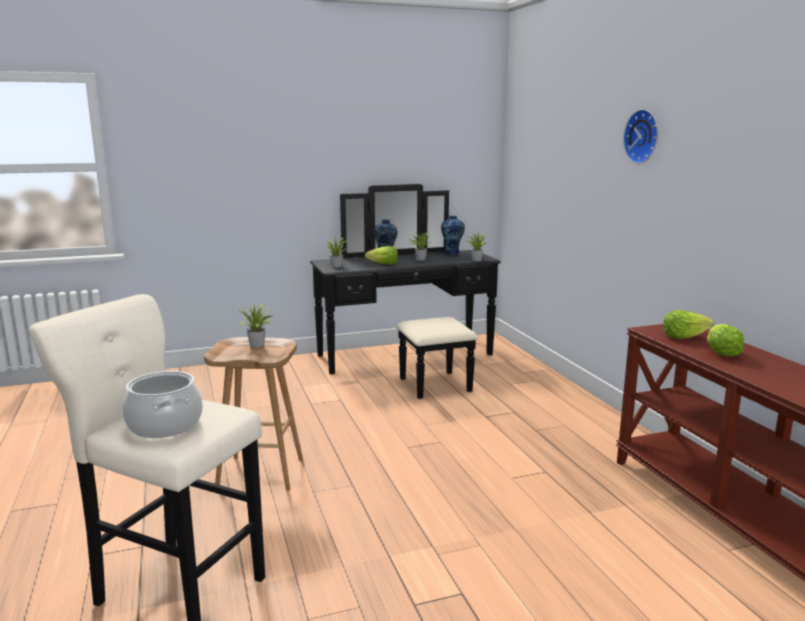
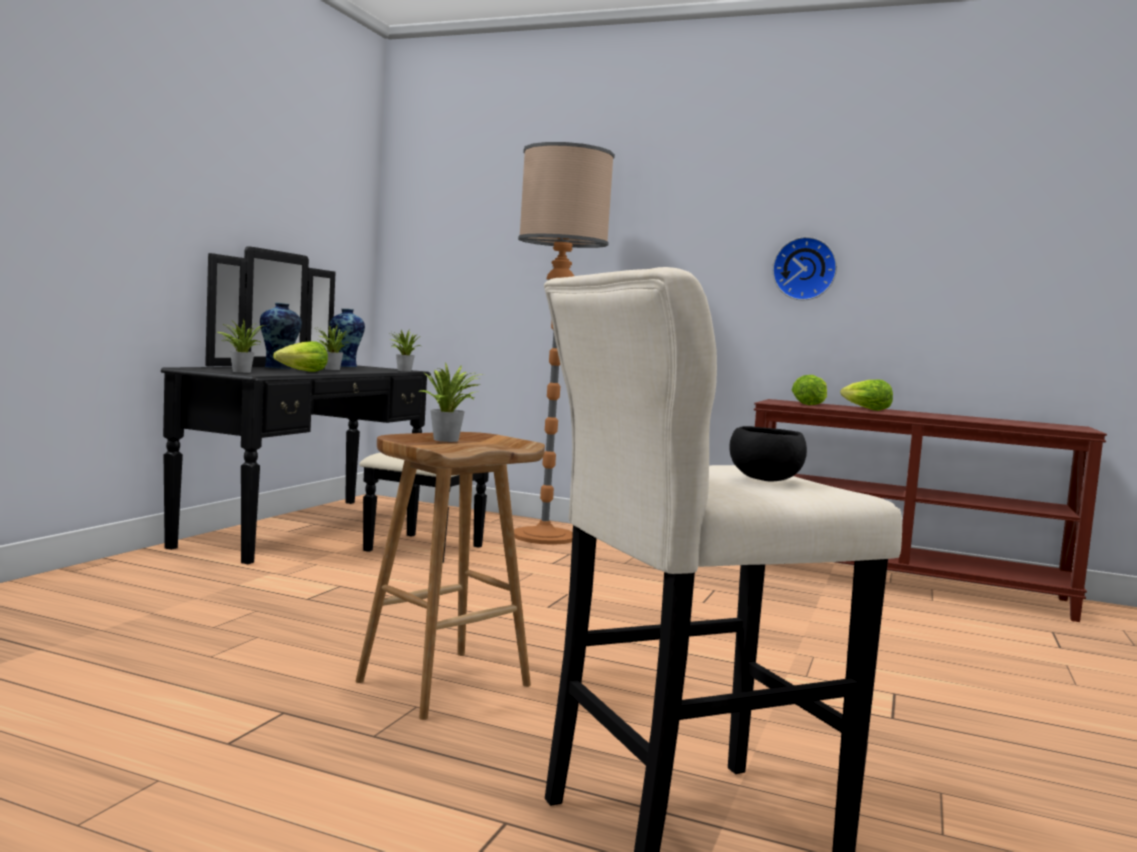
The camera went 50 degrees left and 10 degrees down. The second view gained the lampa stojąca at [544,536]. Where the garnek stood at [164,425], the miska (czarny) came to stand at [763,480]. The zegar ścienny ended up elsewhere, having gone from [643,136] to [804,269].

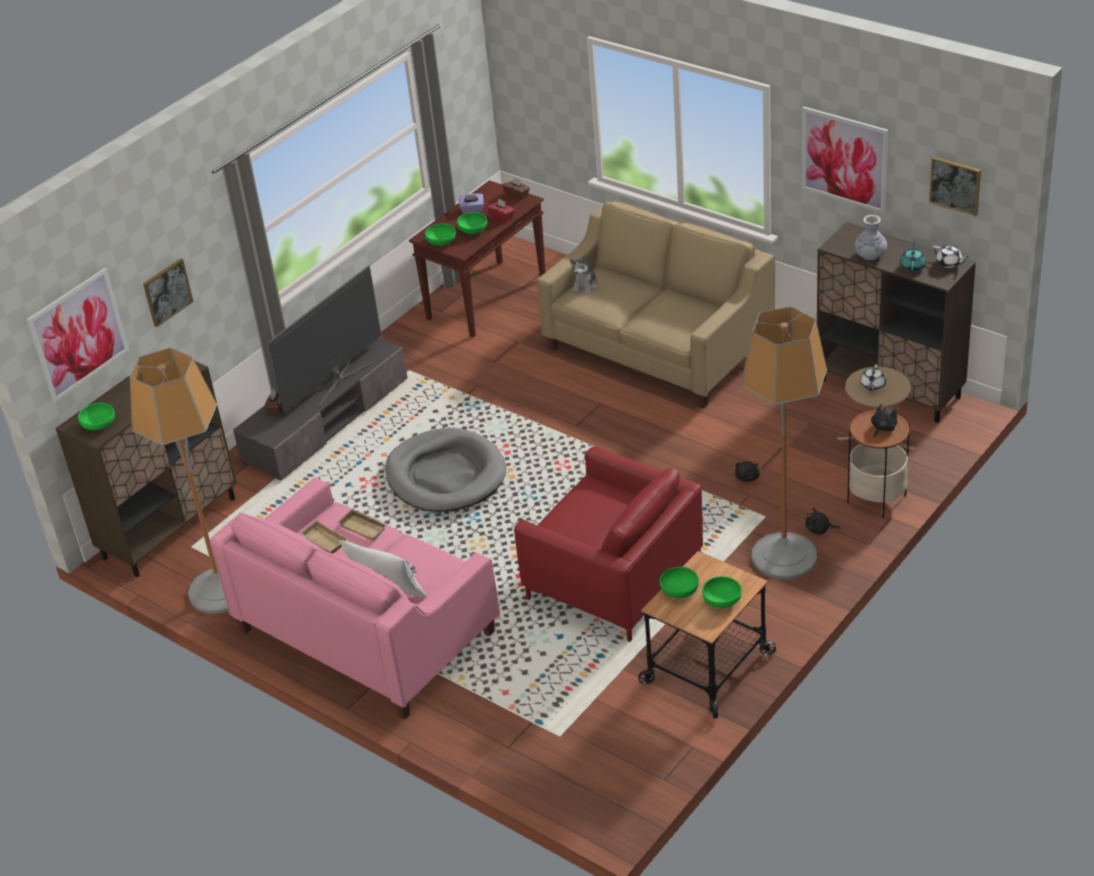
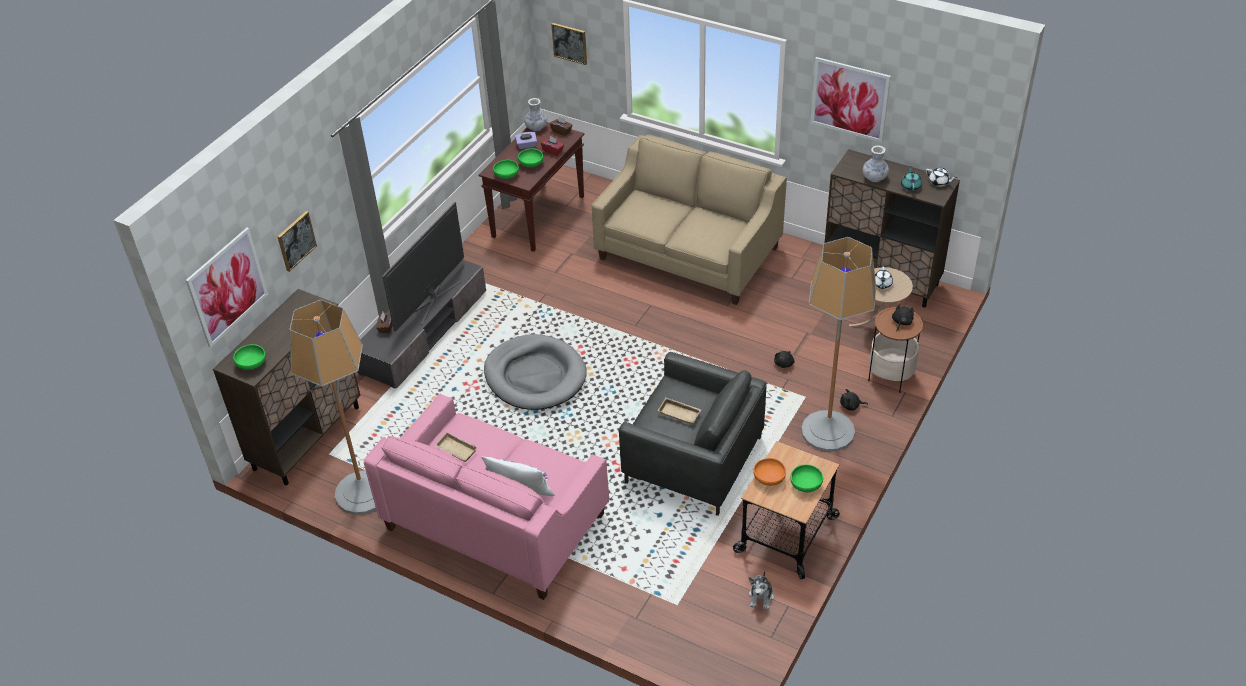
The camera went 10 degrees left and 5 degrees up. The second view gained the wazon at [536,127]. The obraz ended up elsewhere, having gone from [955,185] to [570,43]. What was the fotel (czerwony) at [614,579] turned into the fotel (szary) at [693,460]. The taca (beżowy) ended up elsewhere, having gone from [364,527] to [680,413]. The pluszak ended up elsewhere, having gone from [585,286] to [761,596]. What was the miska (zielony) at [679,591] turned into the miska (pomarańczowy) at [769,478].

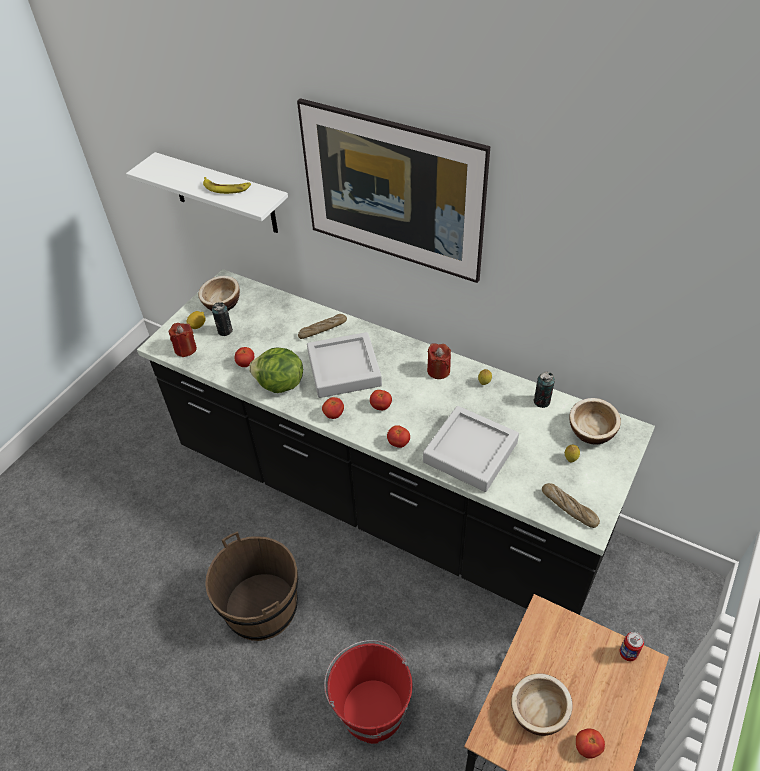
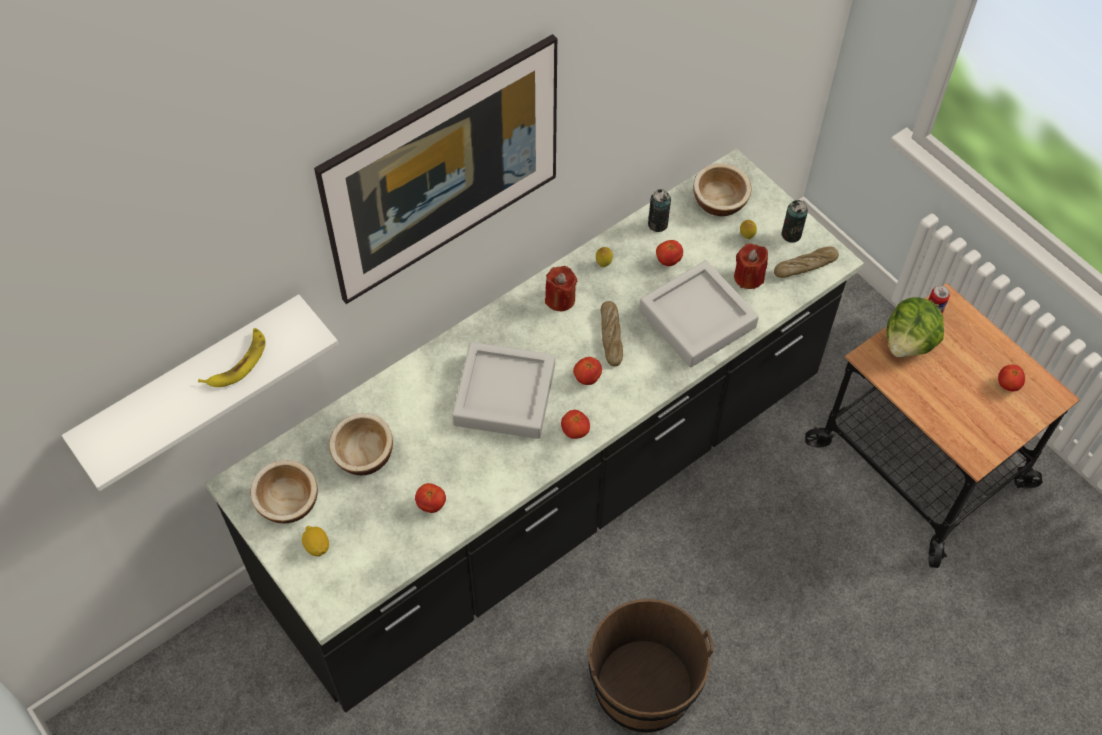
The camera went 70 degrees left and 10 degrees up. The miska ended up elsewhere, having gone from [539,712] to [364,455]. The chleb ended up elsewhere, having gone from [322,330] to [611,336]. The pomidor ended up elsewhere, having gone from [398,443] to [668,260]. The świeca (czerwony) ended up elsewhere, having gone from [185,349] to [748,277]. The puszka ended up elsewhere, having gone from [225,331] to [791,234]. The sałata ended up elsewhere, having gone from [280,385] to [909,343]. The second view lost the wiadro (czerwony) at [371,708].

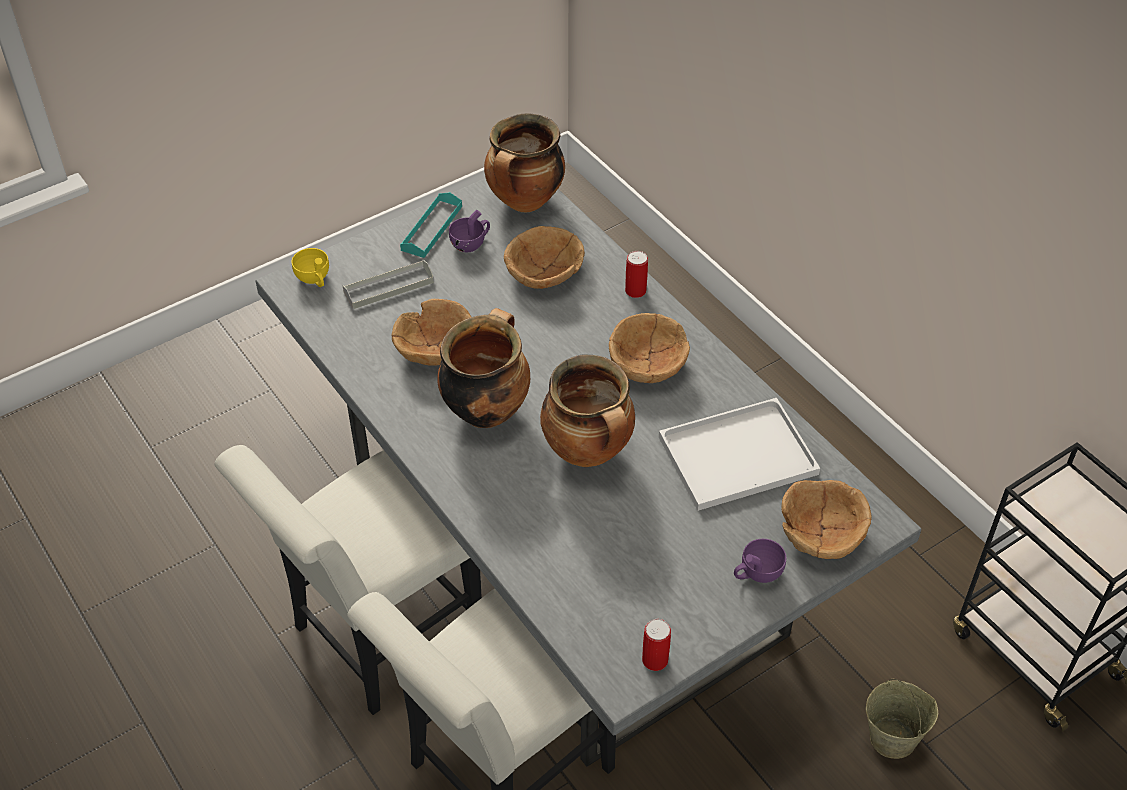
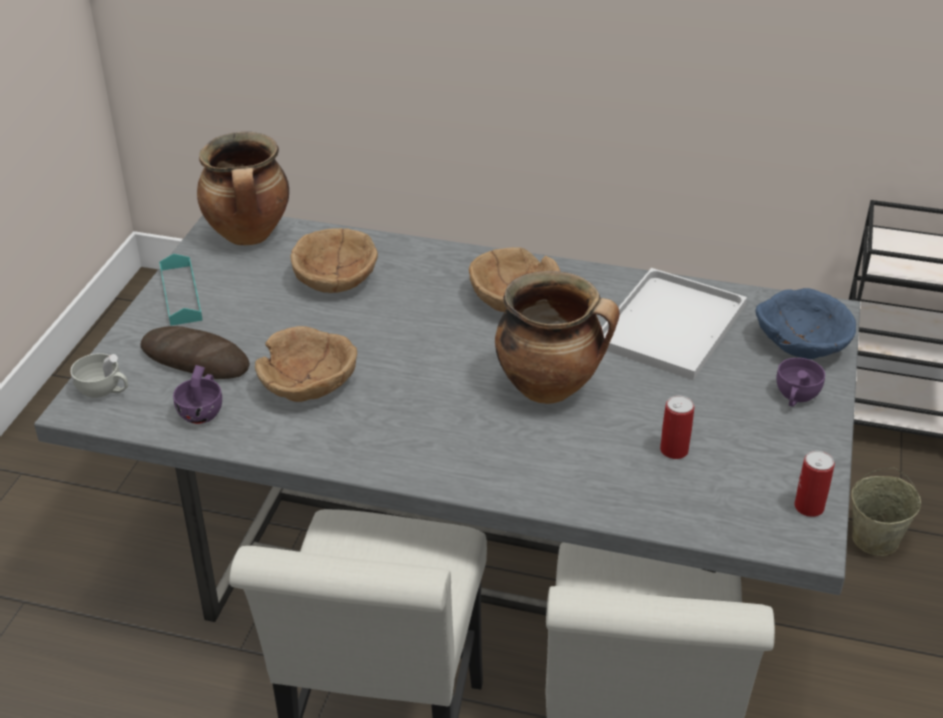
The camera went 40 degrees left and 10 degrees down. What was the filiżanka (żółty) at [314,279] turned into the filiżanka (biały) at [104,390]. Where the taca (szary) stood at [388,287], the chleb came to stand at [195,359]. The filiżanka (fioletowy) ended up elsewhere, having gone from [471,243] to [203,411]. The puszka ended up elsewhere, having gone from [635,291] to [674,450]. What was the miska (brązowy) at [822,532] turned into the miska (niebieski) at [801,342]. The second view lost the garnek at [486,409].

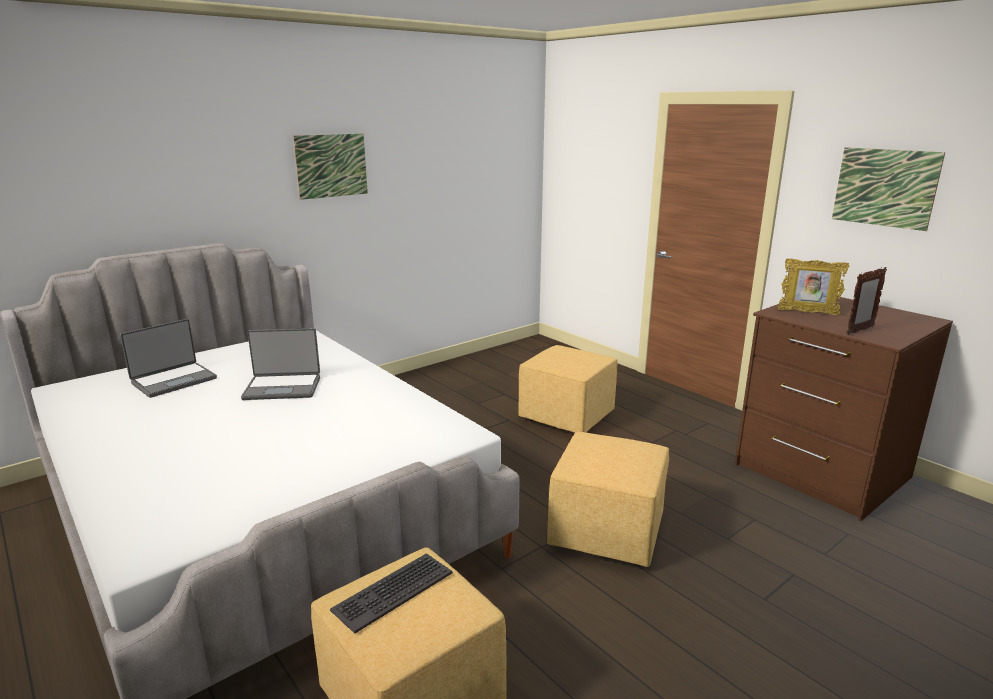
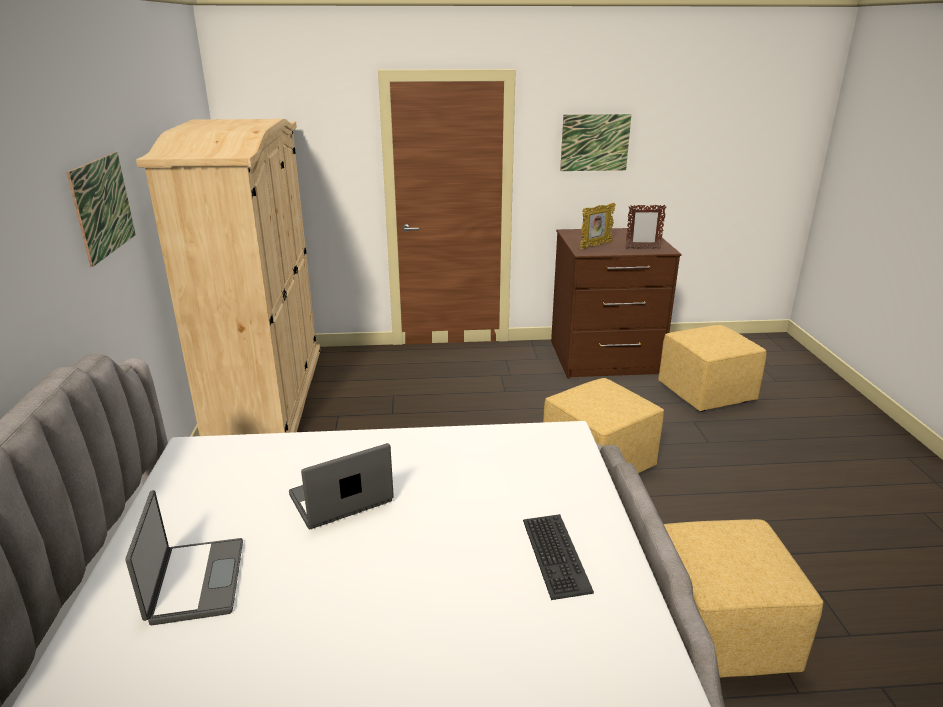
The camera went 55 degrees left and 5 degrees up. The second view gained the szafa (beżowy) at [267,396]. The laptop at [283,387] ended up facing another way, 150 degrees counterclockwise from before. The klawiatura ended up elsewhere, having gone from [393,591] to [554,555]. The ramka na zdjęcie at [859,331] ended up facing another way, 90 degrees clockwise from before. The pufa (żółty) ended up elsewhere, having gone from [567,417] to [705,393].

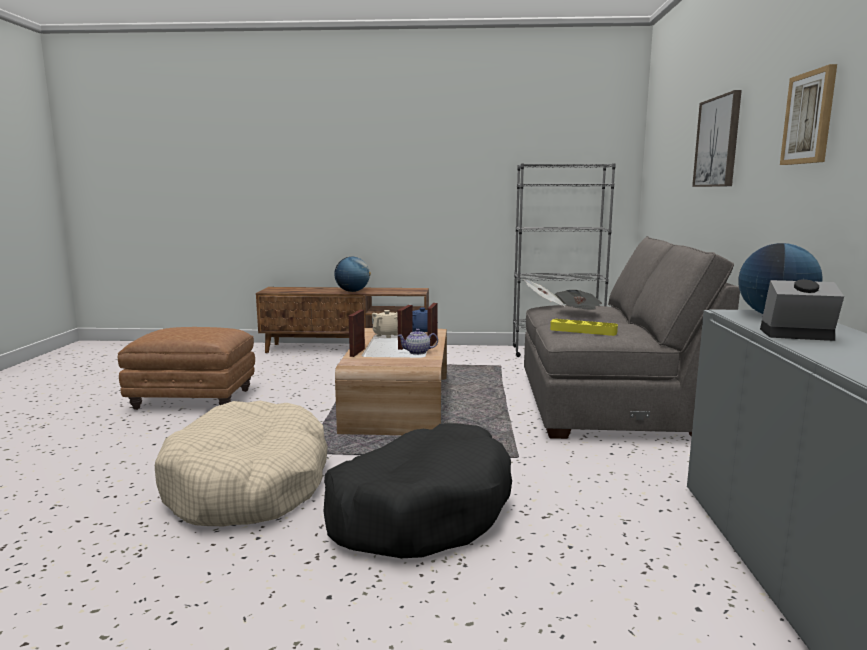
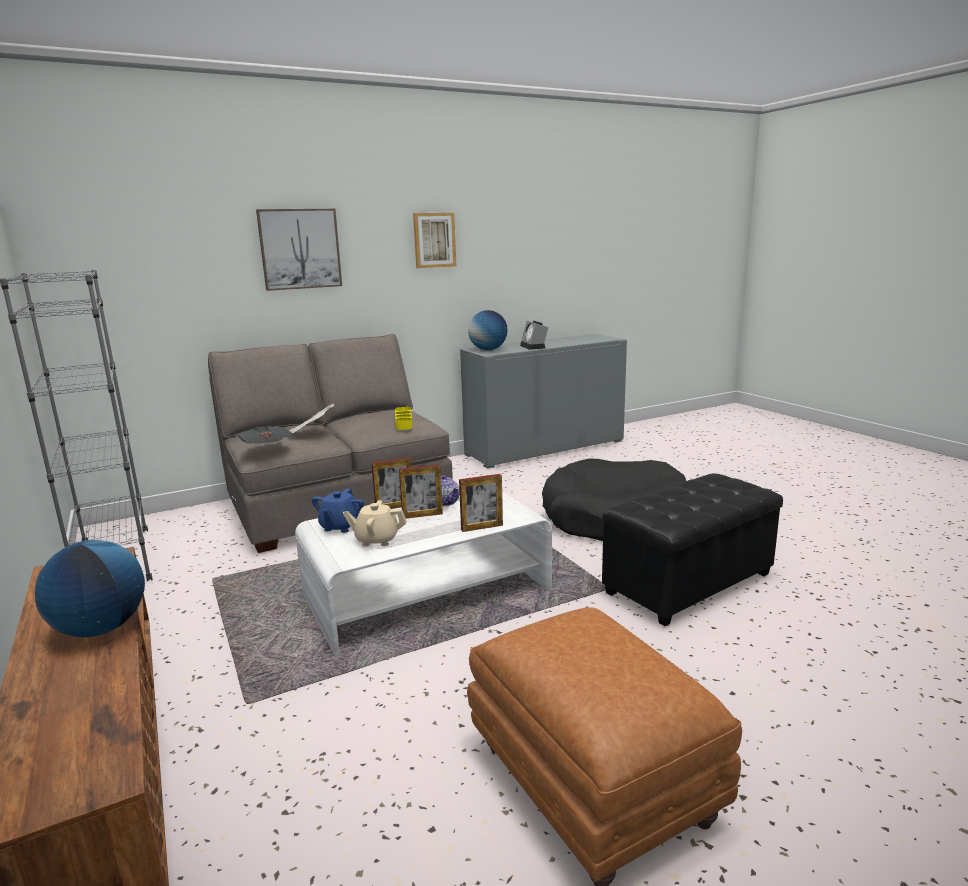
The camera went 120 degrees left and 5 degrees up. What was the ława (brązowy) at [398,403] turned into the ława (biały) at [426,593]. Where the legowisko (beżowy) stood at [248,484], the pufa (czarny) came to stand at [689,585].

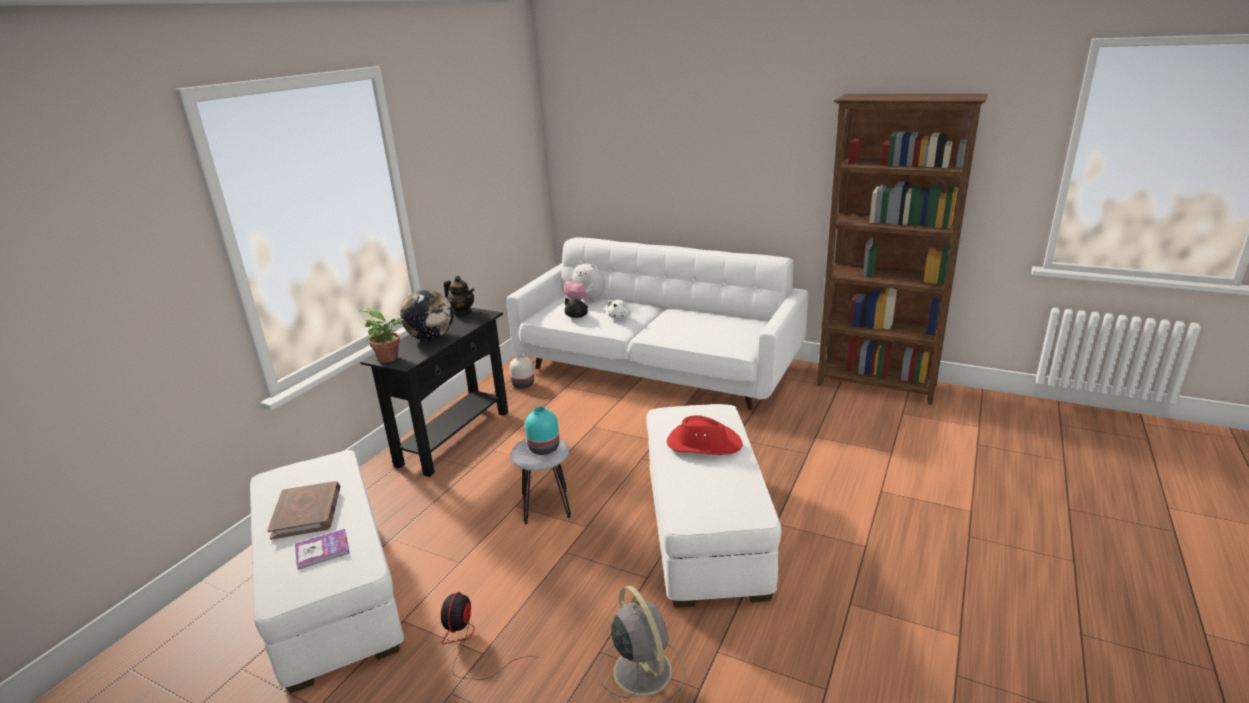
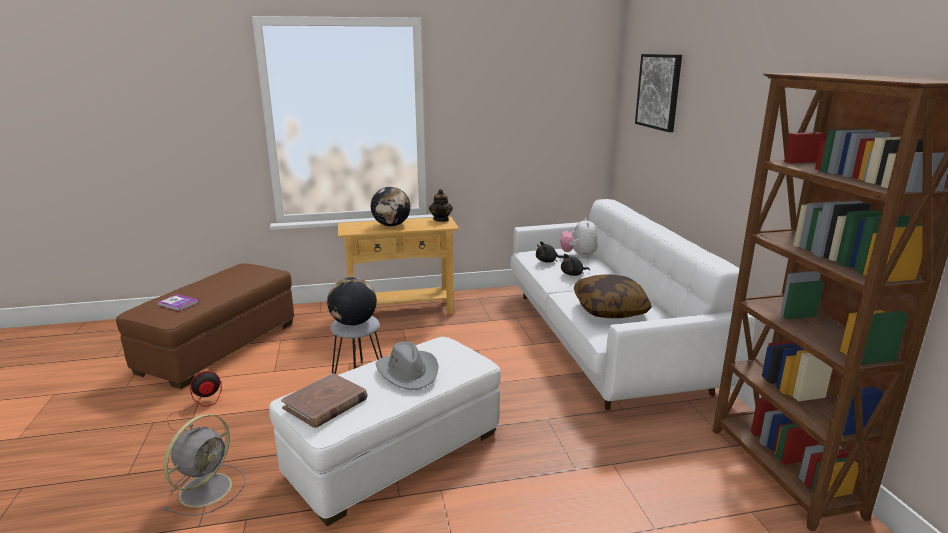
The camera went 50 degrees right and 5 degrees down. What was the pufa (biały) at [332,593] turned into the pufa (brązowy) at [219,347]. The książka (brązowy) ended up elsewhere, having gone from [307,513] to [325,403]. Where the wazon (turkusowy) stood at [543,448], the globus came to stand at [353,323]. What was the stolik konsolowy (czarny) at [454,438] turned into the stolik konsolowy (beżowy) at [401,311]. What was the kapelusz (czerwony) at [703,443] turned into the kapelusz (szary) at [408,372]. What was the pluszak (biały) at [620,317] turned into the pluszak (czarny) at [573,274]. The second view gained the poduszka at [610,309]. The second view gained the obraz at [659,91]. The second view lost the roślina doniczkowa at [391,358]. The second view lost the wazon (biały) at [523,384].

